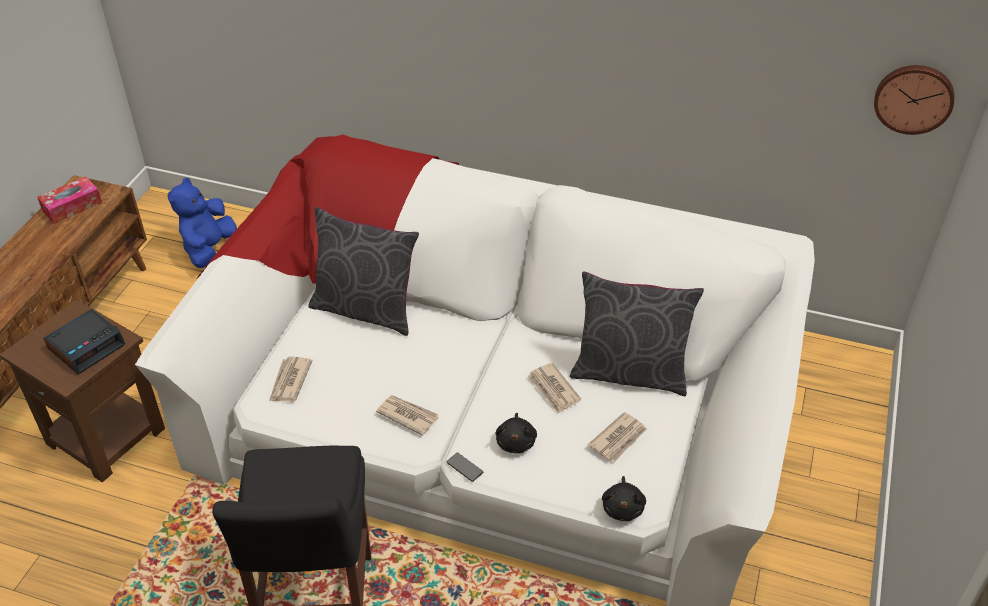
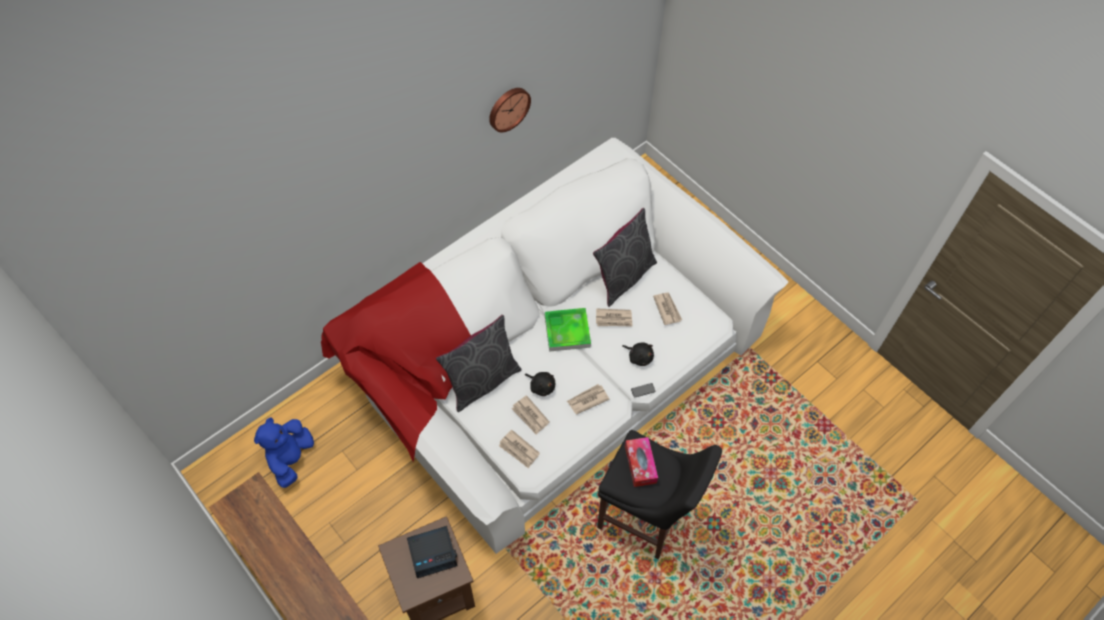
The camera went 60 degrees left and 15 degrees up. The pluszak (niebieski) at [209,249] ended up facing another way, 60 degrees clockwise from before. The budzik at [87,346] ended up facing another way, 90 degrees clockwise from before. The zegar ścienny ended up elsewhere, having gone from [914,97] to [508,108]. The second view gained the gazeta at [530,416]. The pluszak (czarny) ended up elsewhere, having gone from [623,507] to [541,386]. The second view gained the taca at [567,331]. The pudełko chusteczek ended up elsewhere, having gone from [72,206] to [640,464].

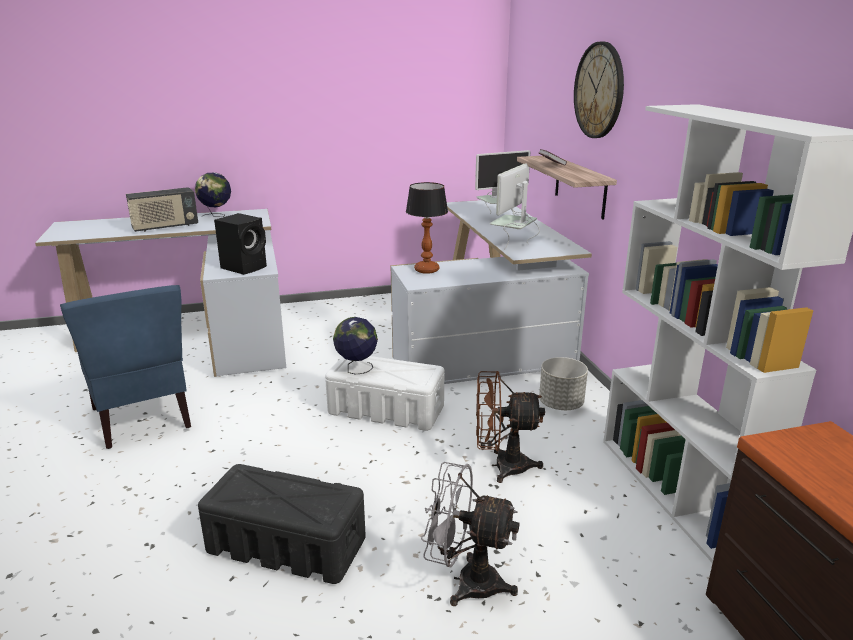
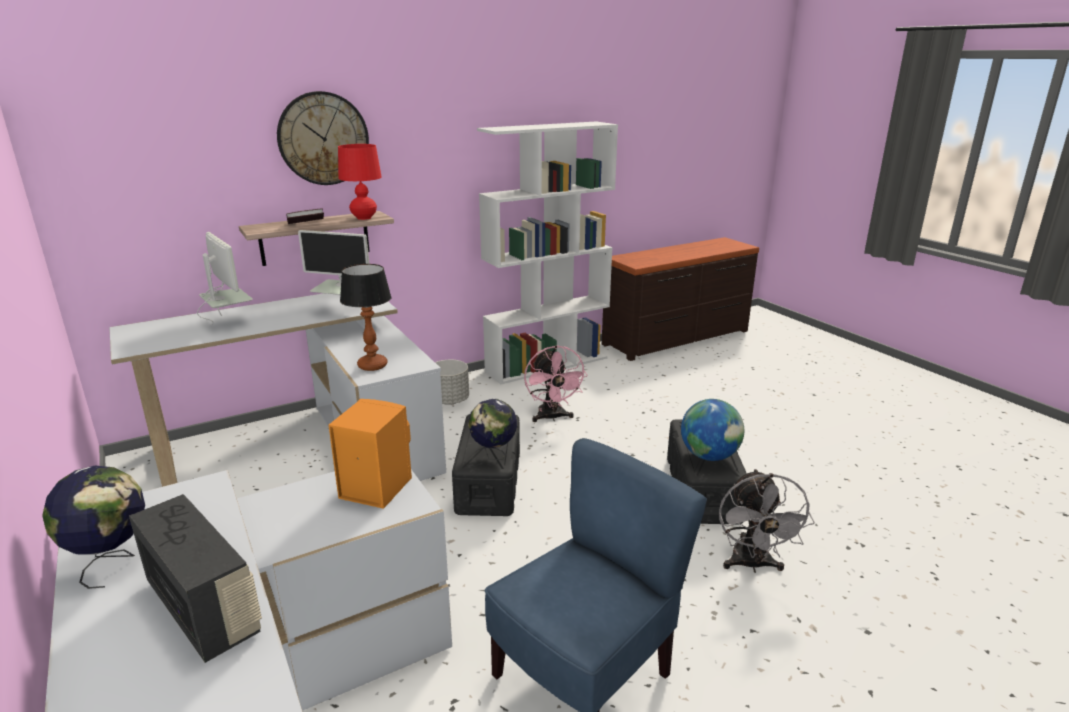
The camera went 105 degrees left and 0 degrees up. What was the głośnik (czarny) at [245,267] turned into the głośnik (pomarańczowy) at [374,487]. The second view gained the lampa stołowa (czerwony) at [364,218]. What was the pojemnik do przechowywania (biały) at [387,410] turned into the pojemnik do przechowywania (czarny) at [489,481]. What was the wentylator (brązowy) at [502,466] turned into the wentylator (różowy) at [552,417]. The second view gained the globus at [709,456]. The wentylator (szary) ended up elsewhere, having gone from [466,581] to [752,565].

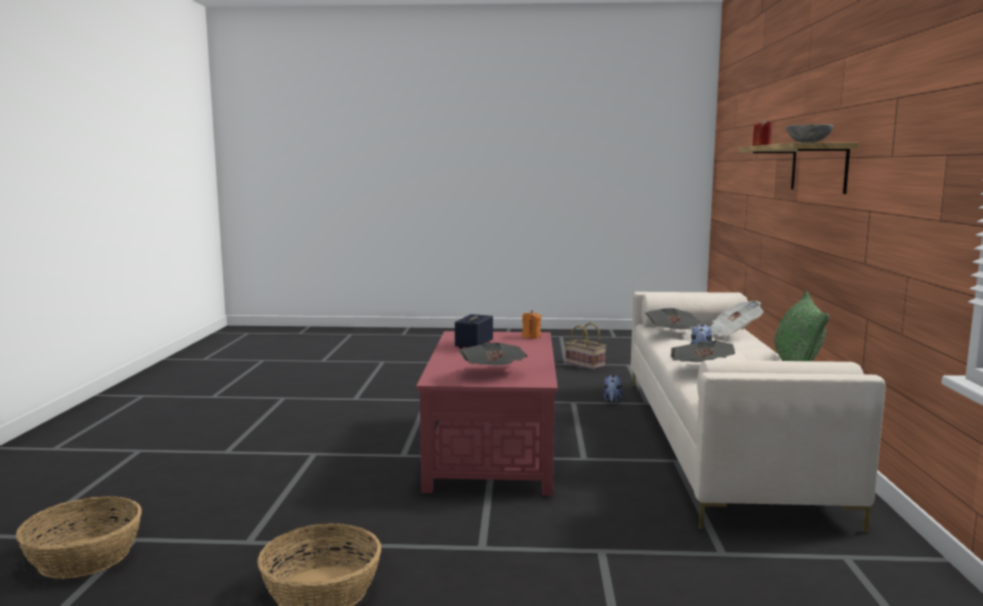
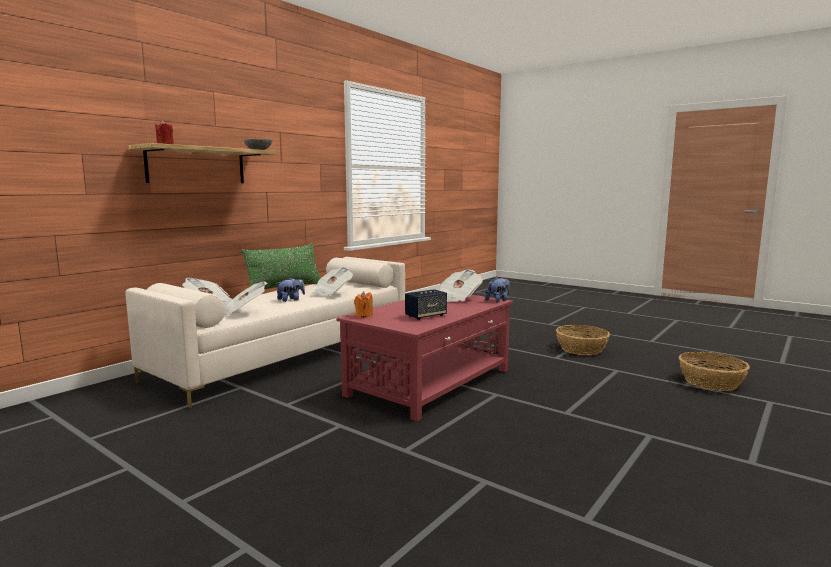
The camera went 145 degrees left and 0 degrees up. The pluszak ended up elsewhere, having gone from [612,400] to [498,300]. The second view lost the koszyk at [586,365].

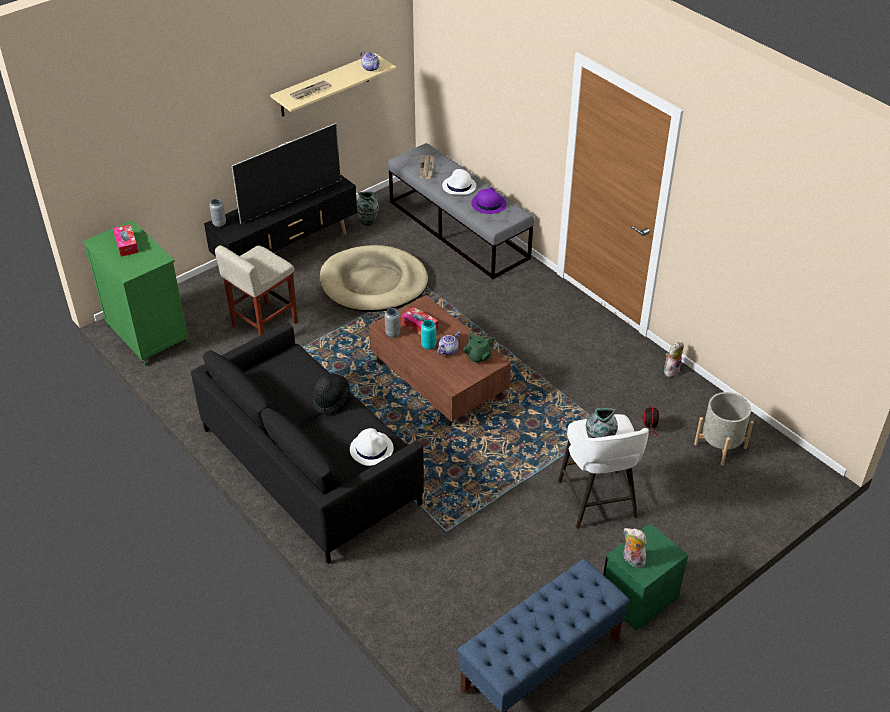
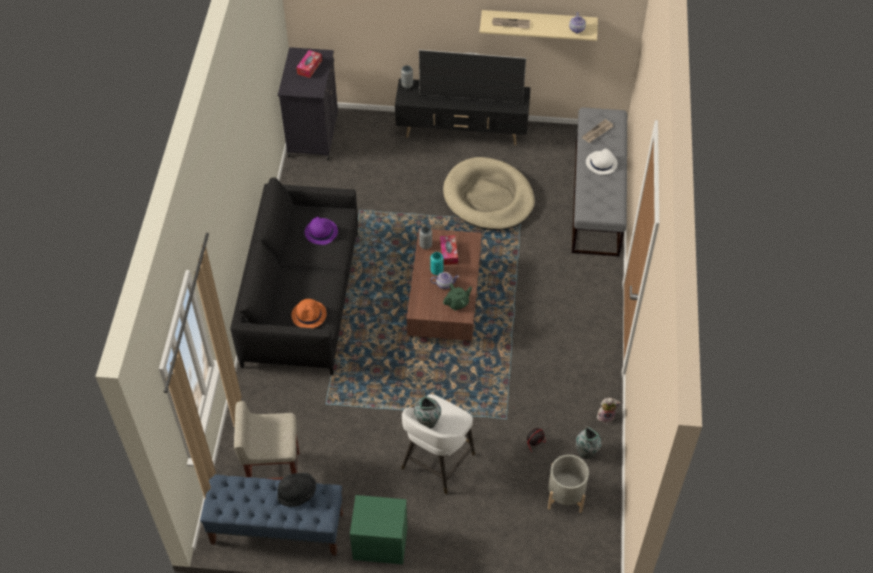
The camera went 45 degrees right and 10 degrees up. The stołek (beżowy) ended up elsewhere, having gone from [264,324] to [274,473]. The kapelusz (czarny) ended up elsewhere, having gone from [331,400] to [297,493]. What was the szafka (zielony) at [146,333] turned into the szafka (czarny) at [313,134]. What was the kapelusz (biały) at [371,449] turned into the kapelusz (pomarańczowy) at [309,314]. The kapelusz (fioletowy) ended up elsewhere, having gone from [488,204] to [321,231]. The imbryk (zielony) at [478,356] ended up facing another way, 135 degrees counterclockwise from before. The wazon ended up elsewhere, having gone from [368,221] to [586,452]. The second view lost the pluszak at [632,560].

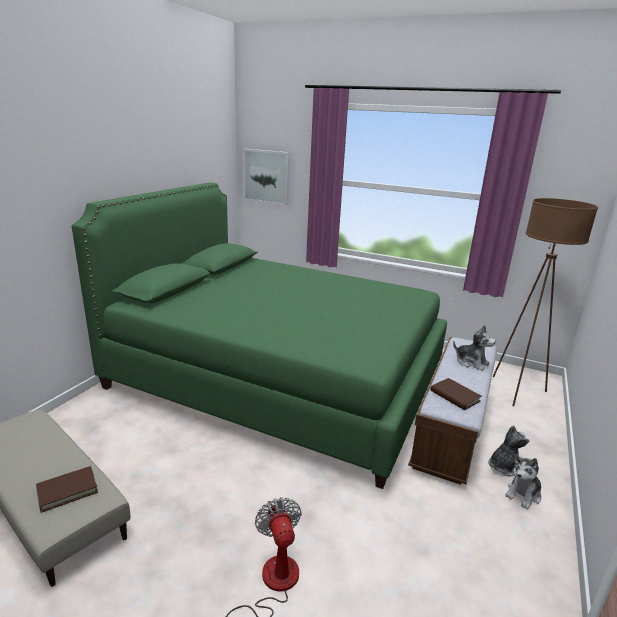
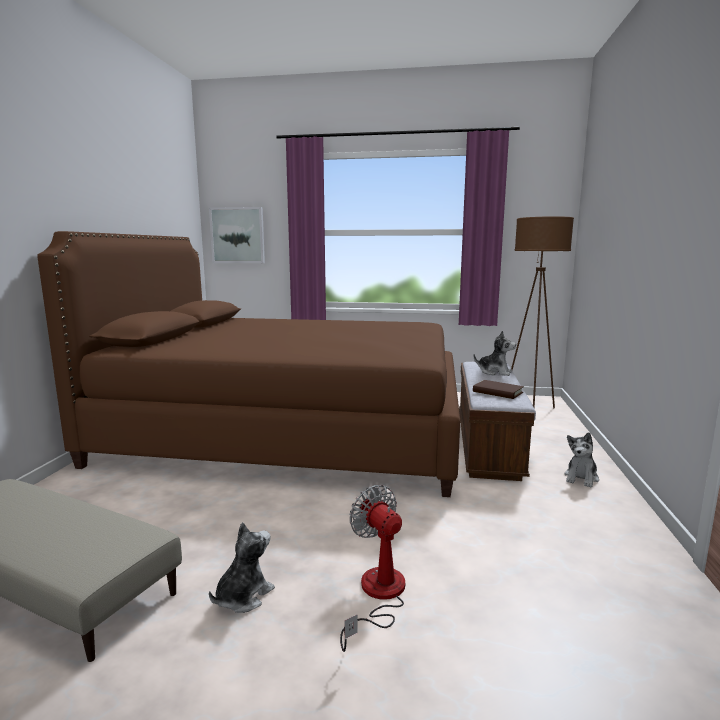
The camera went 15 degrees left and 10 degrees down. What was the łóżko (zielony) at [279,377] turned into the łóżko (brązowy) at [291,432]. The pluszak ended up elsewhere, having gone from [503,466] to [243,596]. The second view lost the książka (brązowy) at [67,490].

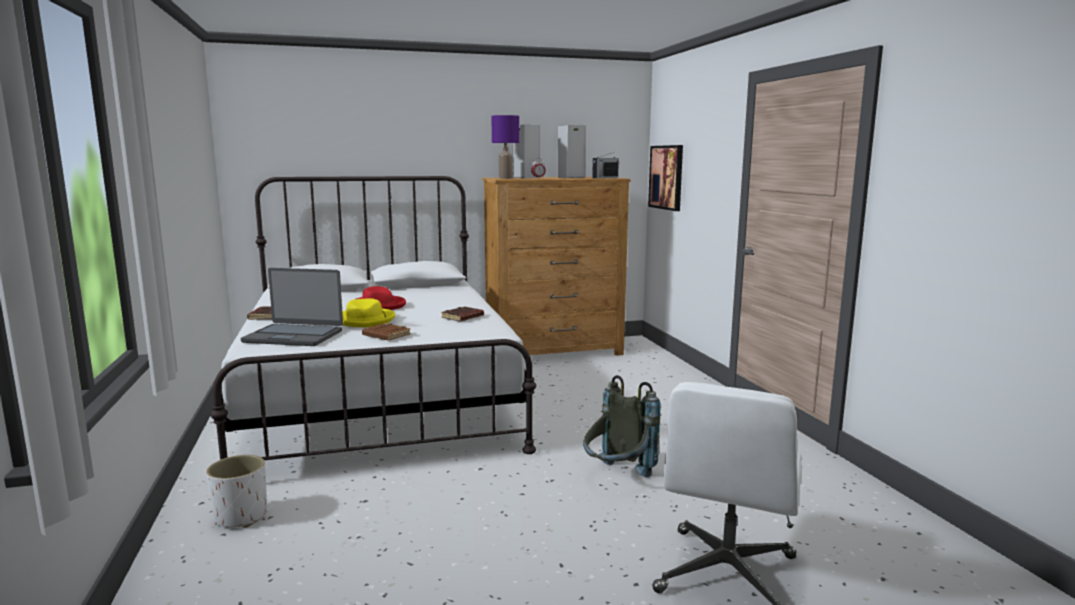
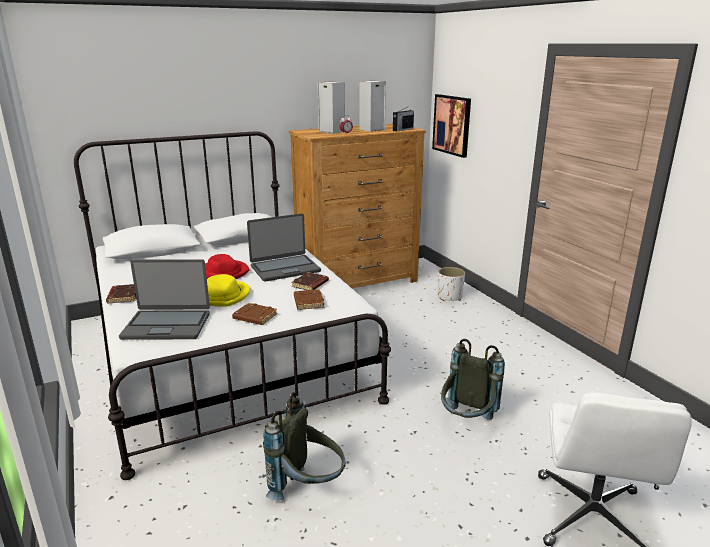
The camera went 10 degrees left and 10 degrees up. The second view gained the laptop at [285,268]. The second view gained the plecak (szary) at [308,488]. The second view gained the książka (brązowy) at [308,302]. The donica (biały) ended up elsewhere, having gone from [241,517] to [449,297]. The second view lost the lampa stołowa (fioletowy) at [505,178].

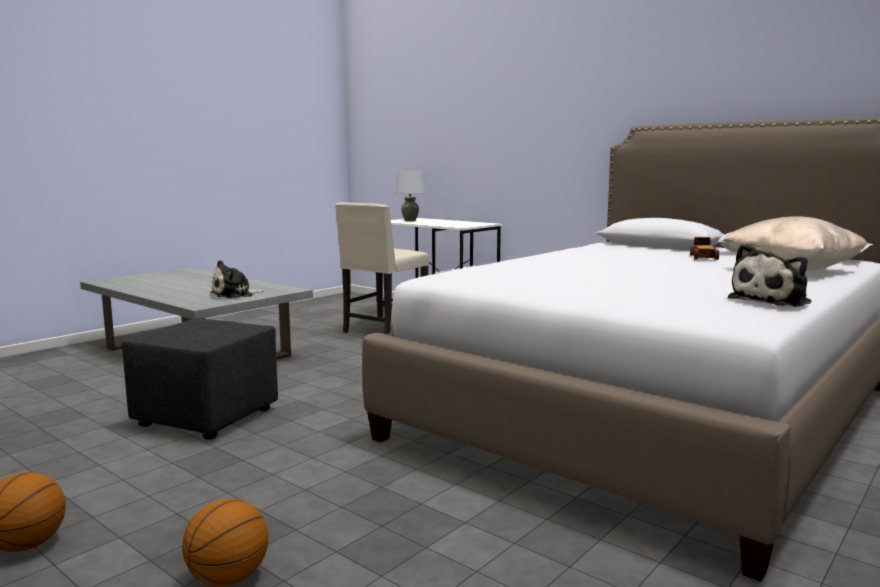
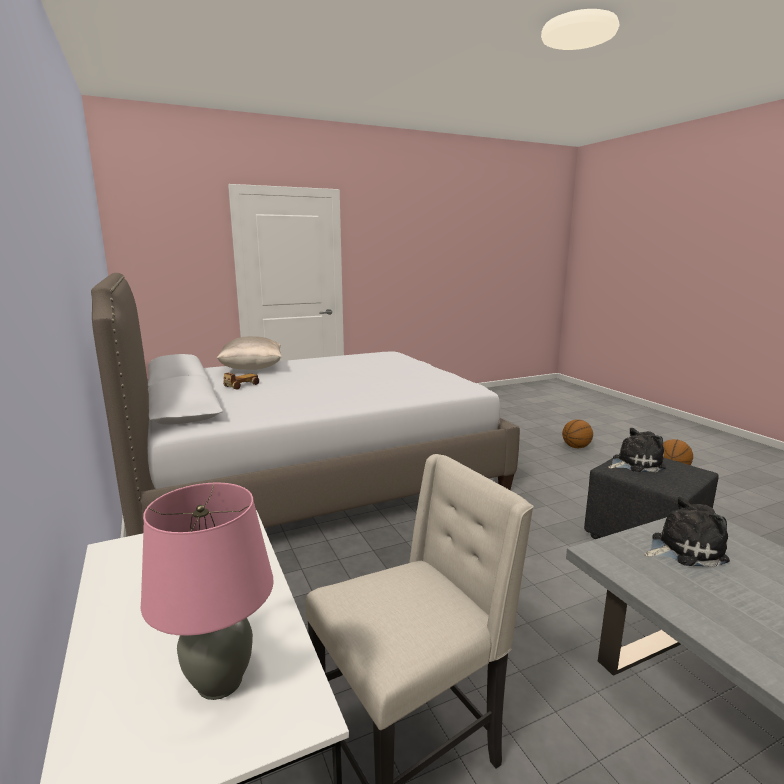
The camera went 155 degrees left and 5 degrees up. What was the lampa stołowa (szary) at [410,221] turned into the lampa stołowa (różowy) at [220,681]. The pluszak ended up elsewhere, having gone from [772,301] to [634,463].

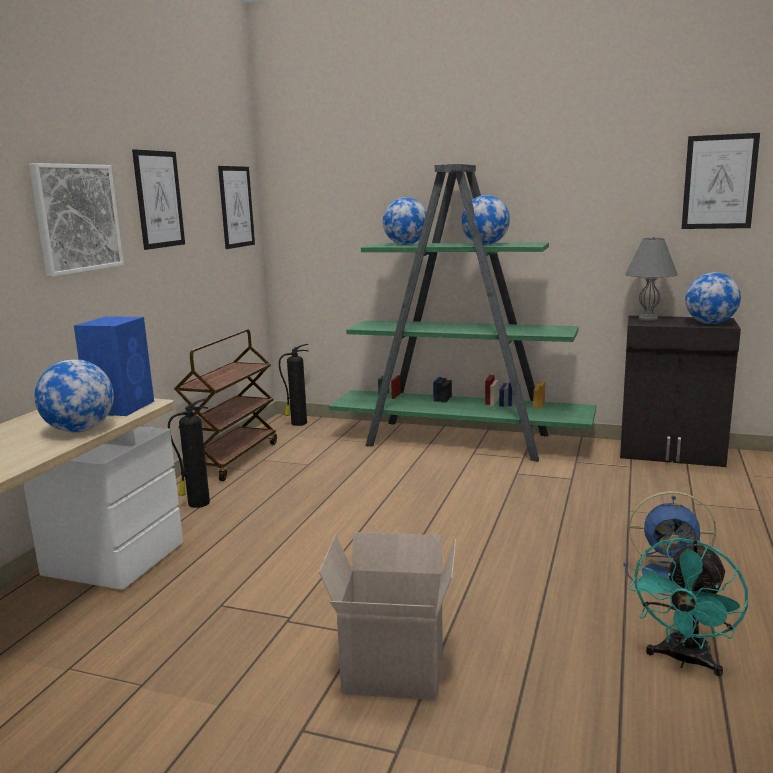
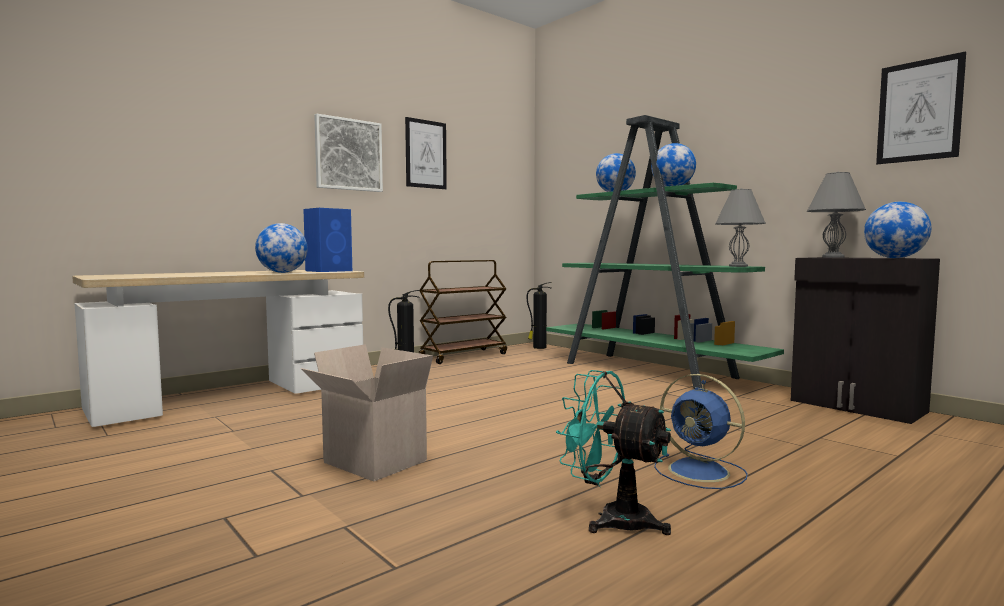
The camera went 30 degrees right and 10 degrees down. The wentylator (turkusowy) at [684,660] ended up facing another way, 60 degrees clockwise from before. The second view gained the lampa stołowa (szary) at [738,266]. The second view lost the obraz at [236,207].

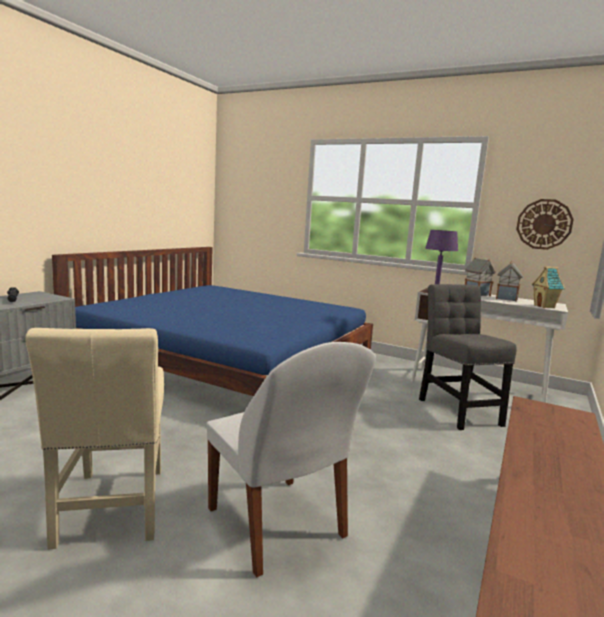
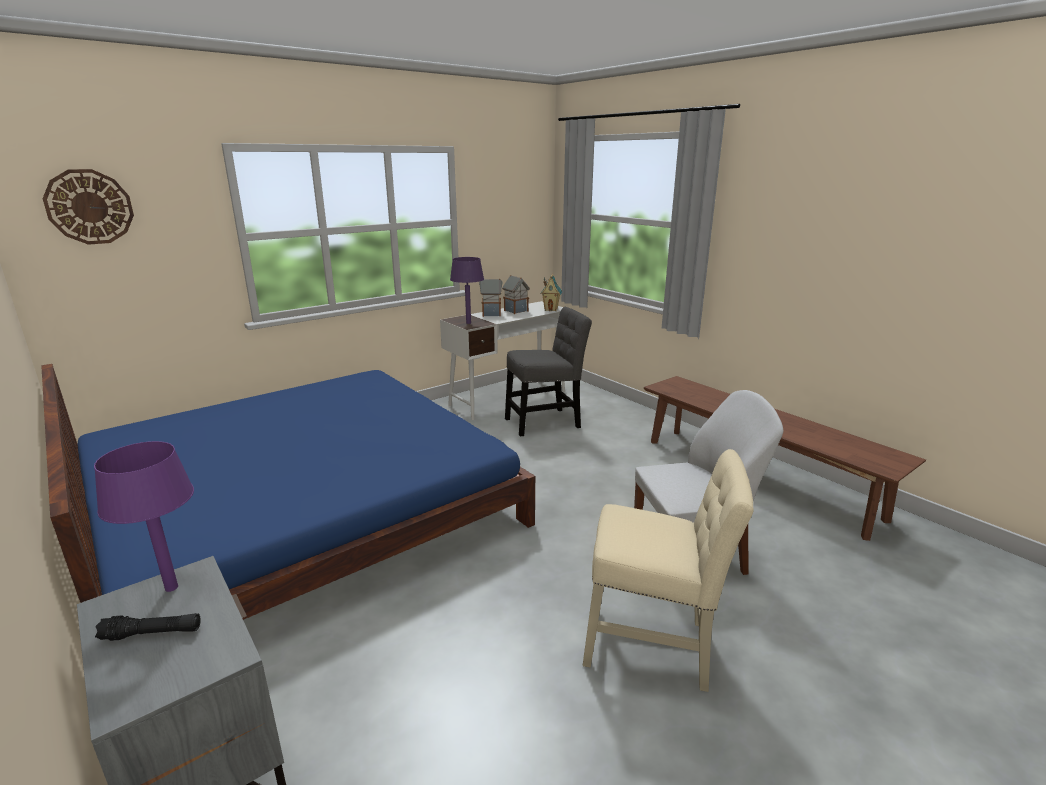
The camera went 65 degrees left and 10 degrees up. The zegar ścienny ended up elsewhere, having gone from [544,224] to [89,207]. The second view gained the lampa stołowa (fioletowy) at [172,587]. The krzesło (szary) at [457,410] ended up facing another way, 150 degrees clockwise from before.

